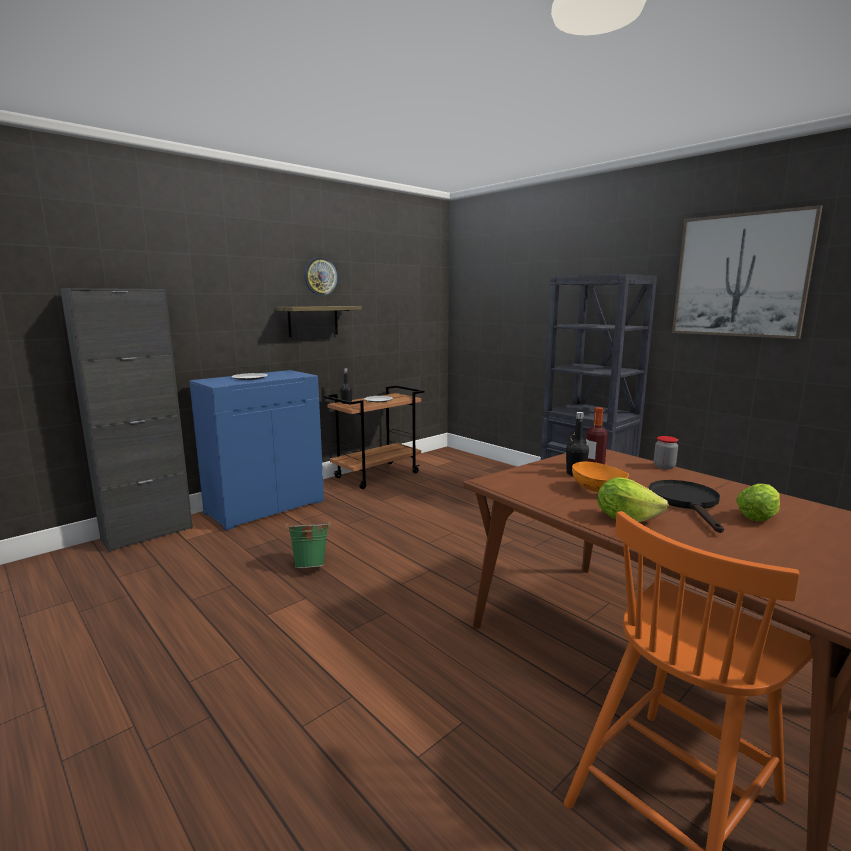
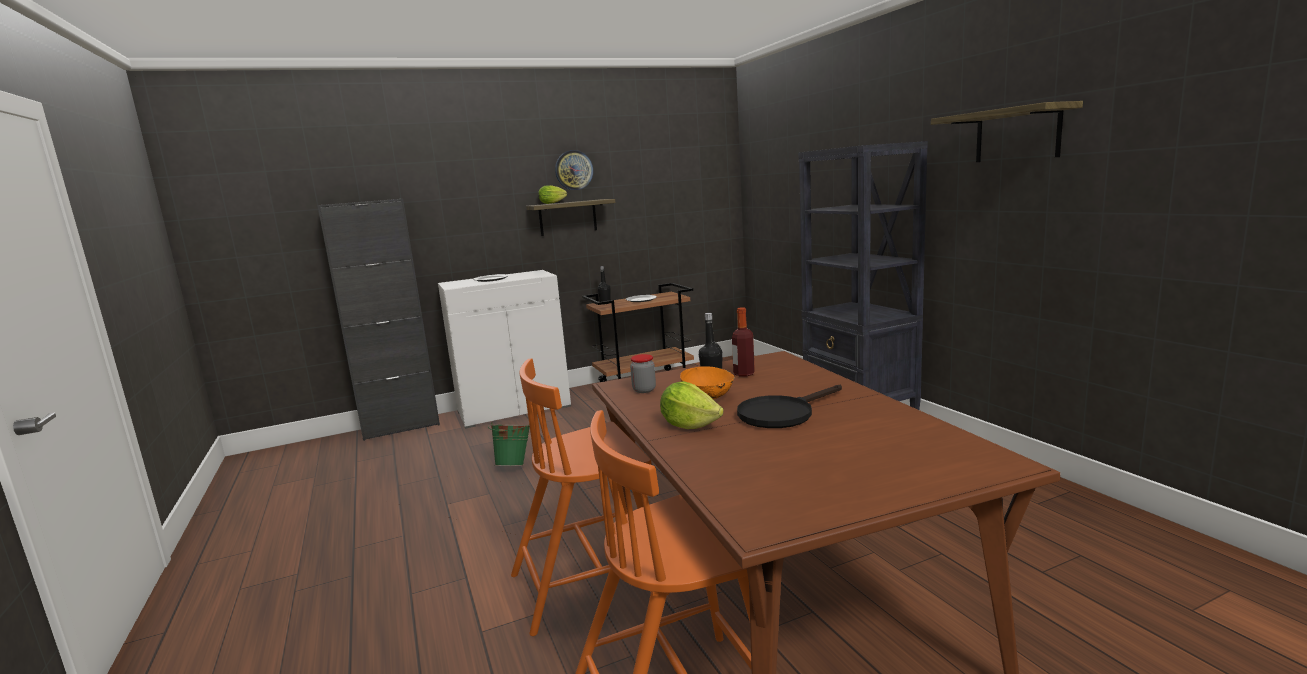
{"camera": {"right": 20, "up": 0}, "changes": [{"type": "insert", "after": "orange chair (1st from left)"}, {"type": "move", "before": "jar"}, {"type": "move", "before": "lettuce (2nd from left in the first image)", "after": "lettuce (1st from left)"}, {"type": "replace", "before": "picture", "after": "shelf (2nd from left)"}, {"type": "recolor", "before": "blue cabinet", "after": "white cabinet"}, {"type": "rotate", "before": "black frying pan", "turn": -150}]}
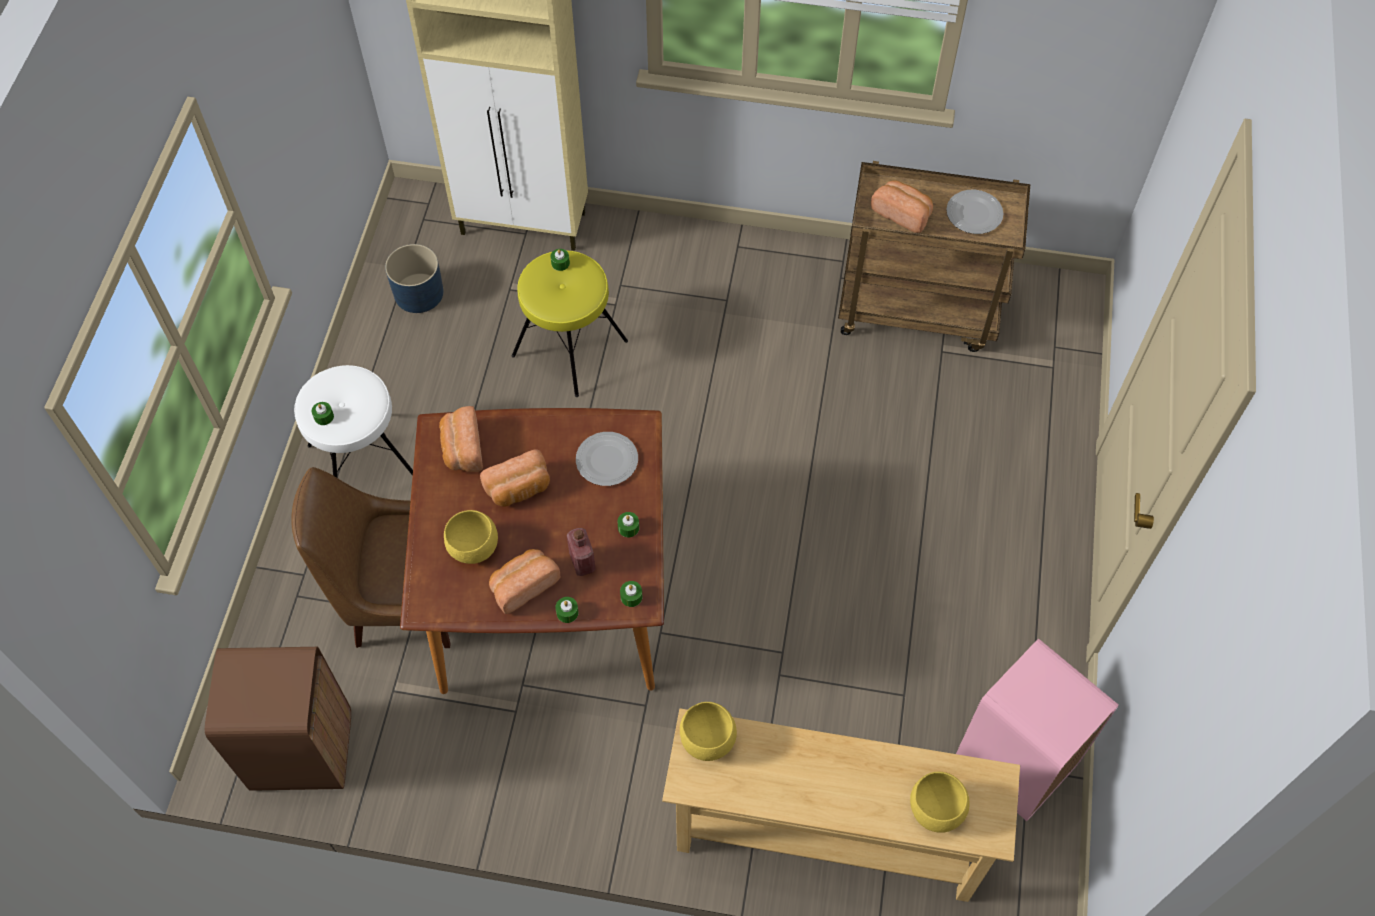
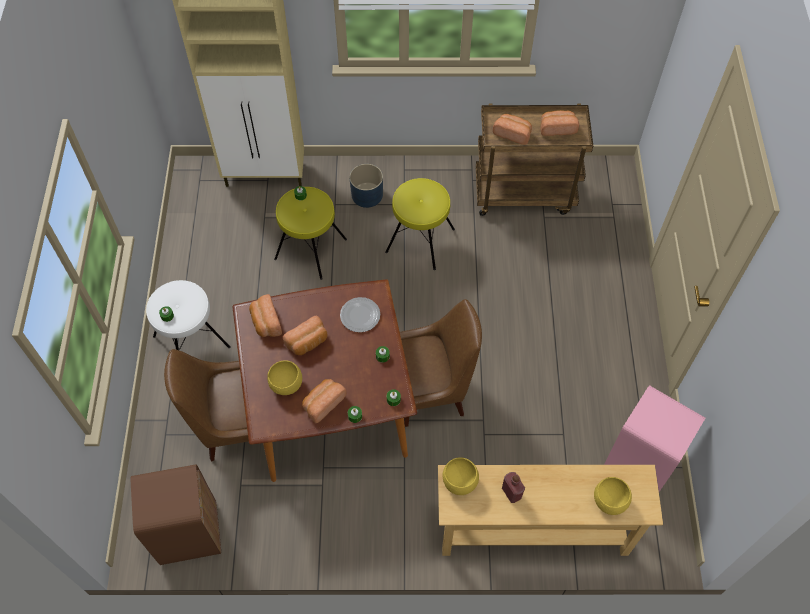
{"camera": {"right": -10, "up": 0}, "changes": [{"type": "insert", "after": "yellow stool (2nd from left)"}, {"type": "insert", "after": "brown chair (2nd from left)"}, {"type": "move", "before": "blue planter"}, {"type": "move", "before": "red bottle"}, {"type": "replace", "before": "plate (2nd from left)", "after": "bread (5th from left)"}]}
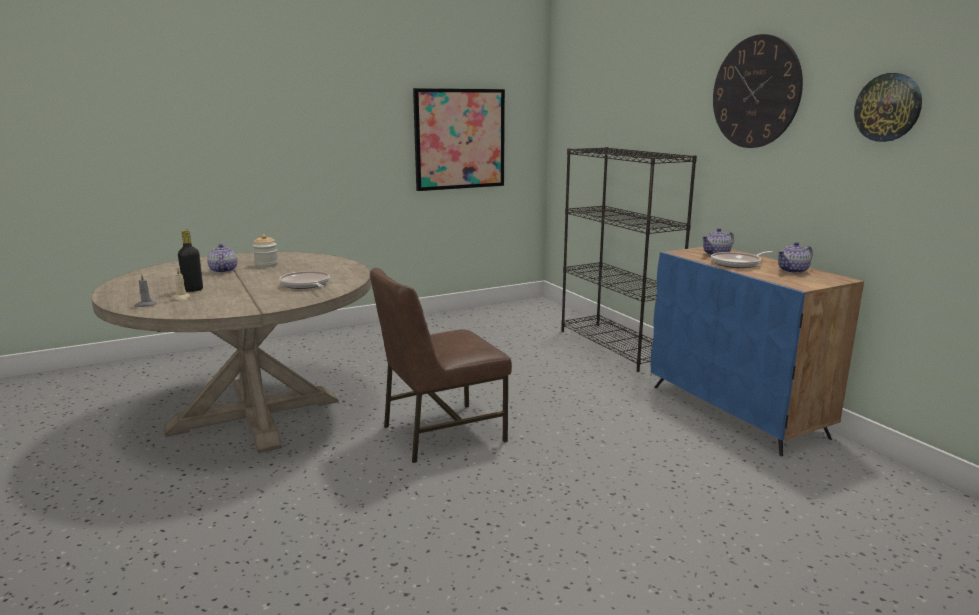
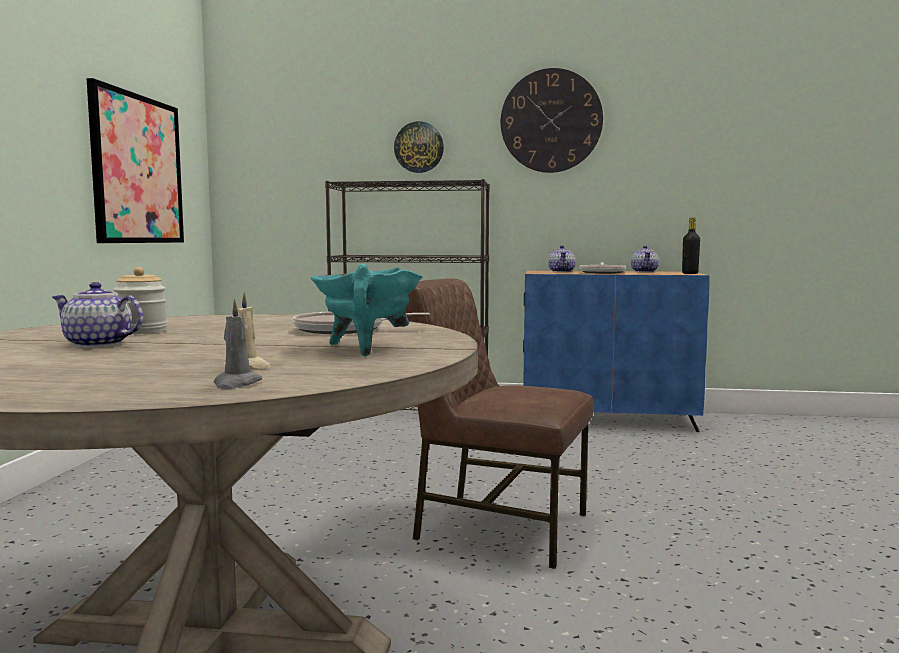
{"camera": {"right": -55, "up": -10}, "changes": [{"type": "insert", "after": "turquoise cooking pot"}, {"type": "move", "before": "black bottle"}, {"type": "move", "before": "wall clock (2nd from left in the first image)", "after": "wall clock (1st from left)"}, {"type": "rotate", "before": "brown chair", "turn": 105}]}
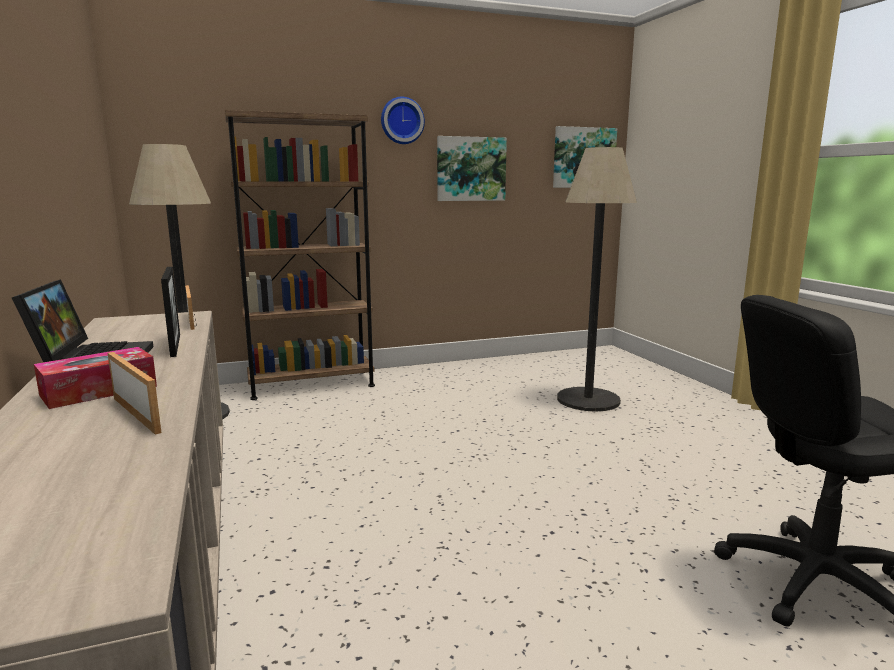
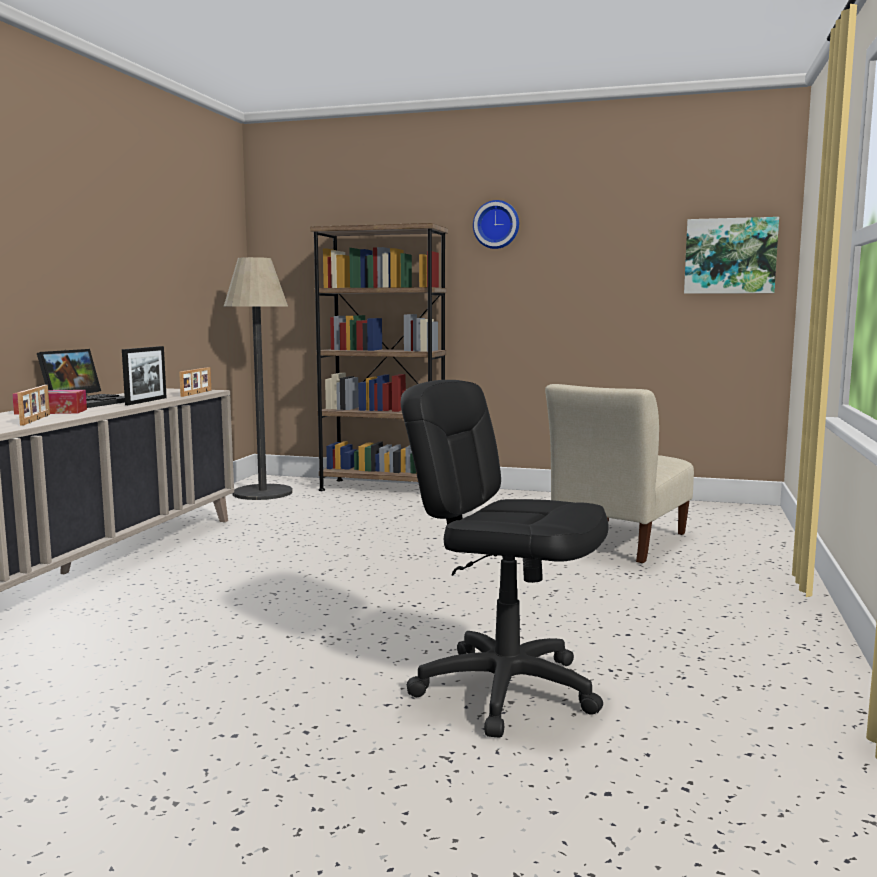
{"camera": {"right": 35, "up": -5}, "changes": [{"type": "delete", "before": "picture (1st from left)"}, {"type": "replace", "before": "floor lamp (2nd from left)", "after": "beige chair"}]}
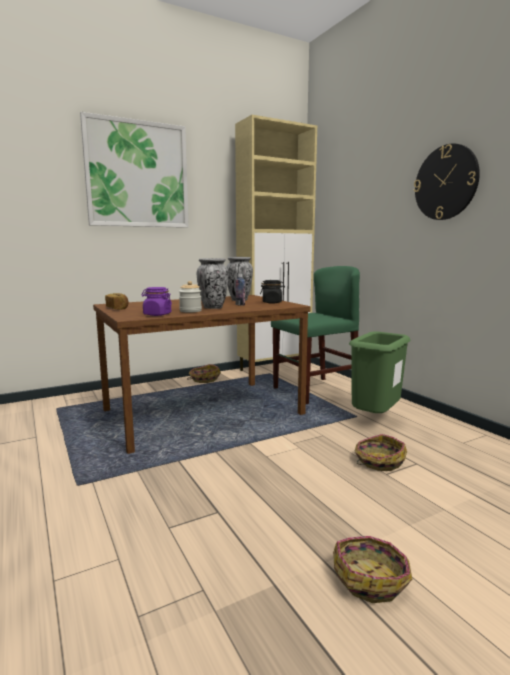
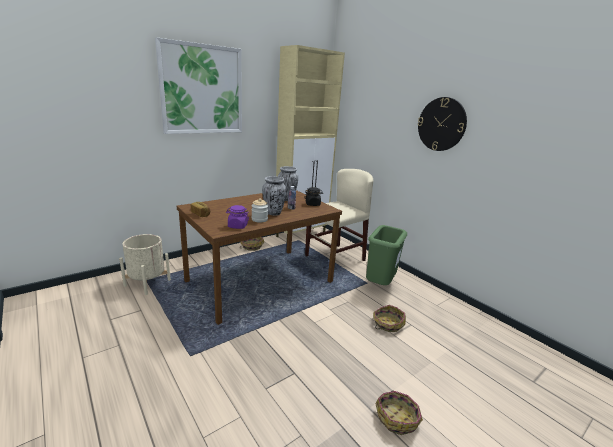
{"camera": {"right": -10, "up": 10}, "changes": [{"type": "insert", "after": "beige planter"}, {"type": "recolor", "before": "green chair", "after": "beige chair"}]}
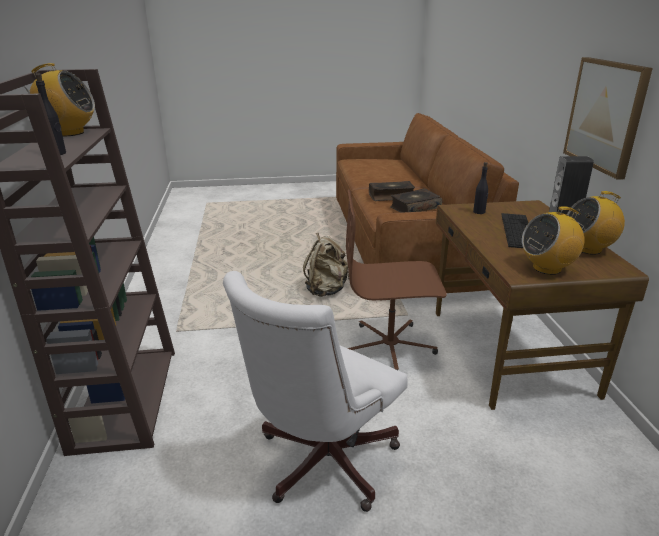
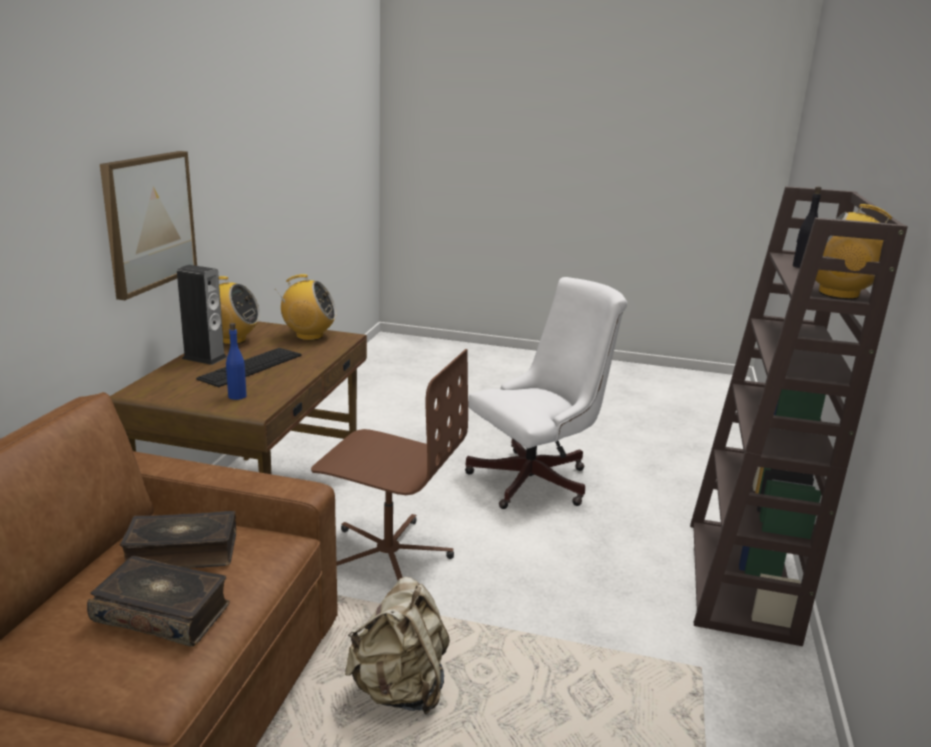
{"camera": {"right": -160, "up": -5}, "changes": [{"type": "recolor", "before": "black bottle (2nd from left)", "after": "blue bottle"}]}
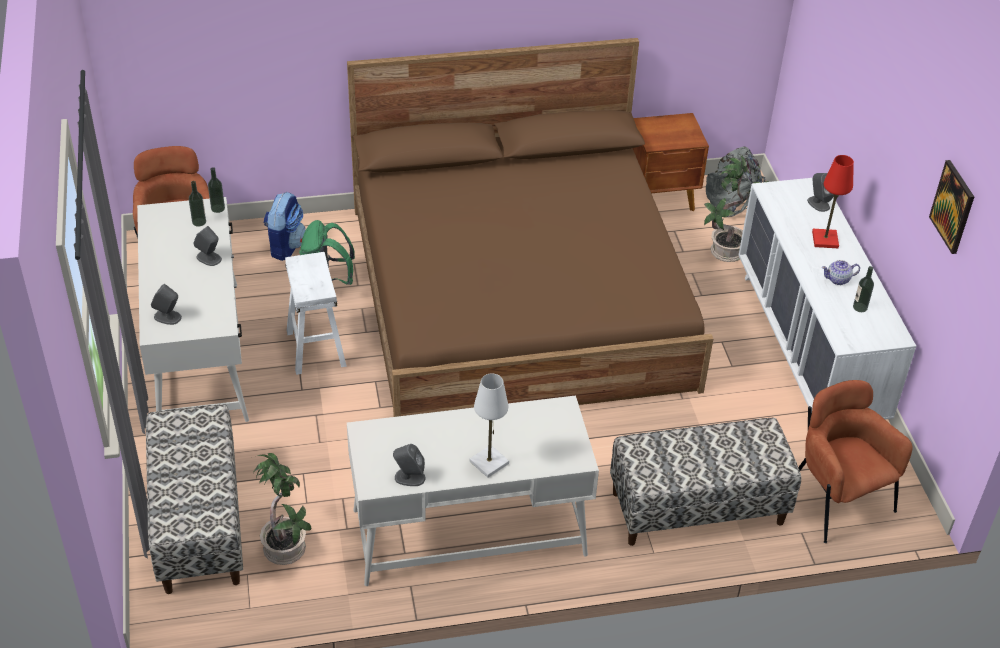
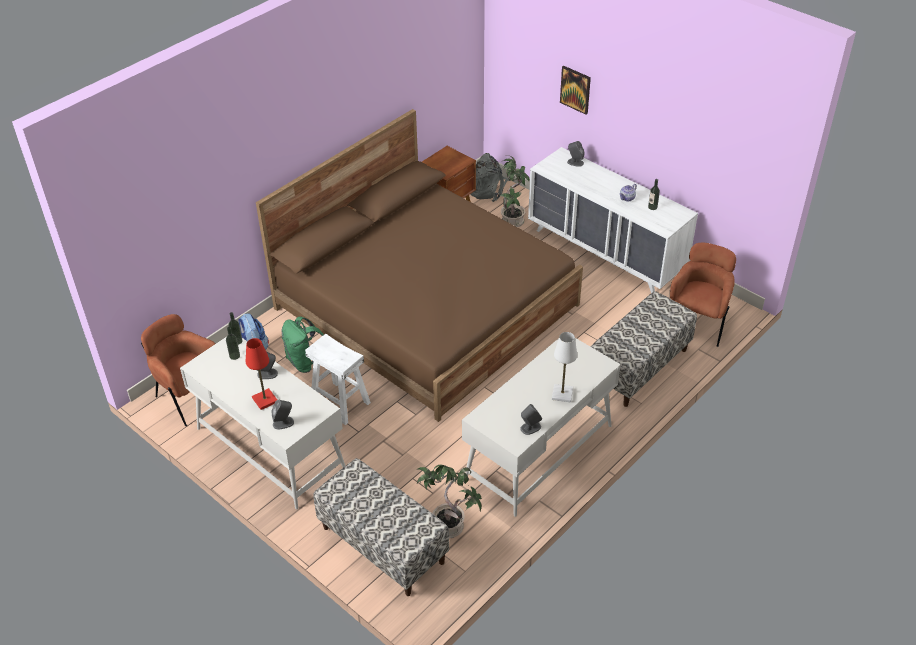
{"camera": {"right": -35, "up": 0}, "changes": [{"type": "move", "before": "red table lamp"}, {"type": "move", "before": "picture"}, {"type": "rotate", "before": "brown armchair (2nd from left)", "turn": 90}]}
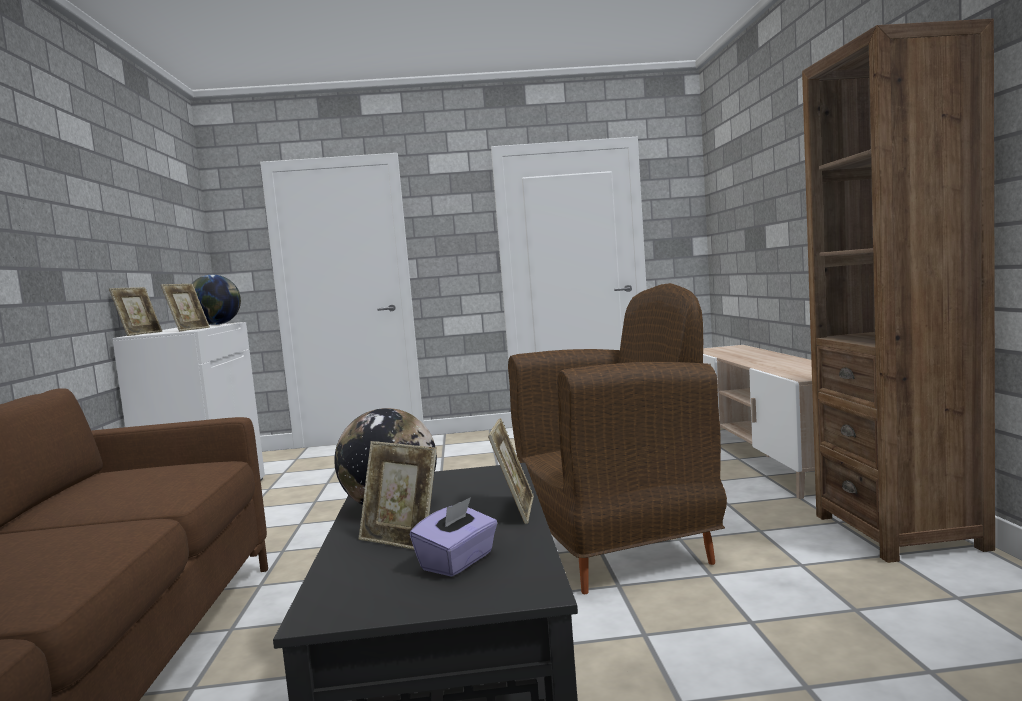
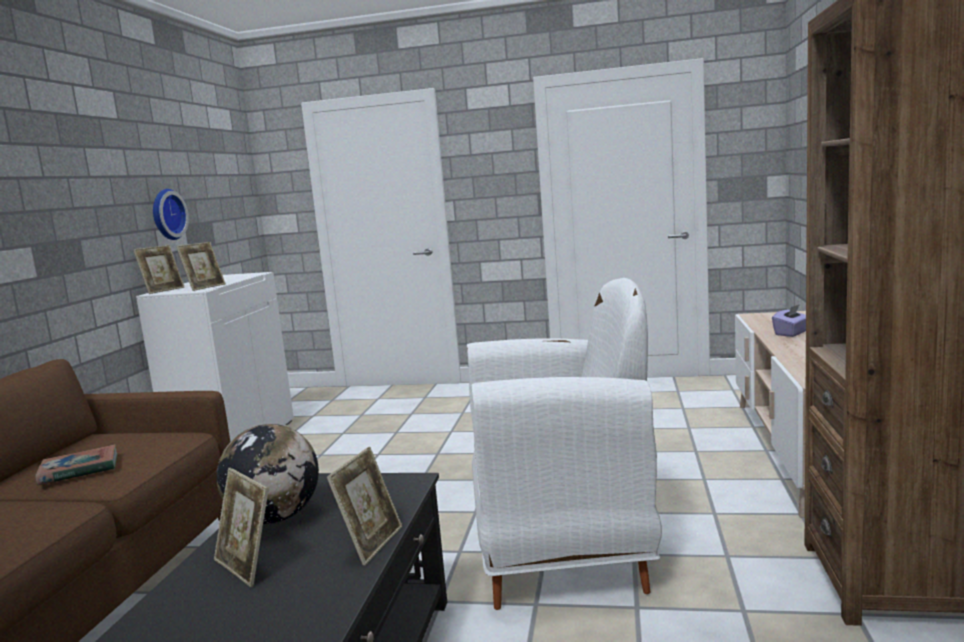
{"camera": {"right": 15, "up": 5}, "changes": [{"type": "delete", "before": "globe (1st from left)"}, {"type": "insert", "after": "book"}, {"type": "insert", "after": "wall clock"}, {"type": "move", "before": "purple tissue box"}, {"type": "recolor", "before": "brown armchair", "after": "white armchair"}]}
